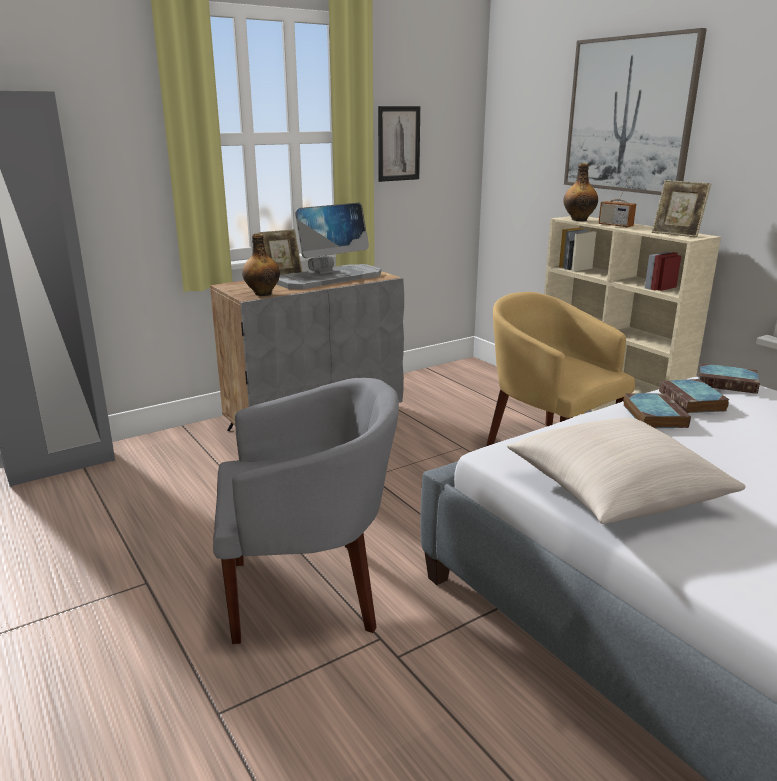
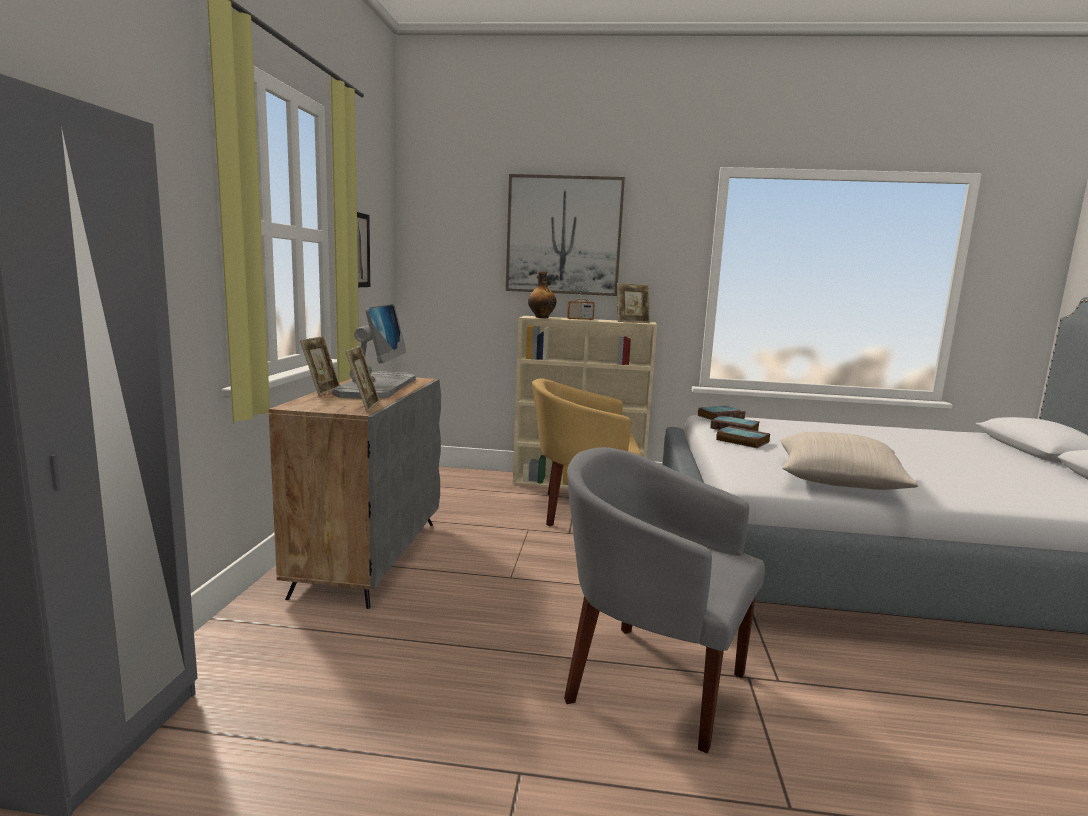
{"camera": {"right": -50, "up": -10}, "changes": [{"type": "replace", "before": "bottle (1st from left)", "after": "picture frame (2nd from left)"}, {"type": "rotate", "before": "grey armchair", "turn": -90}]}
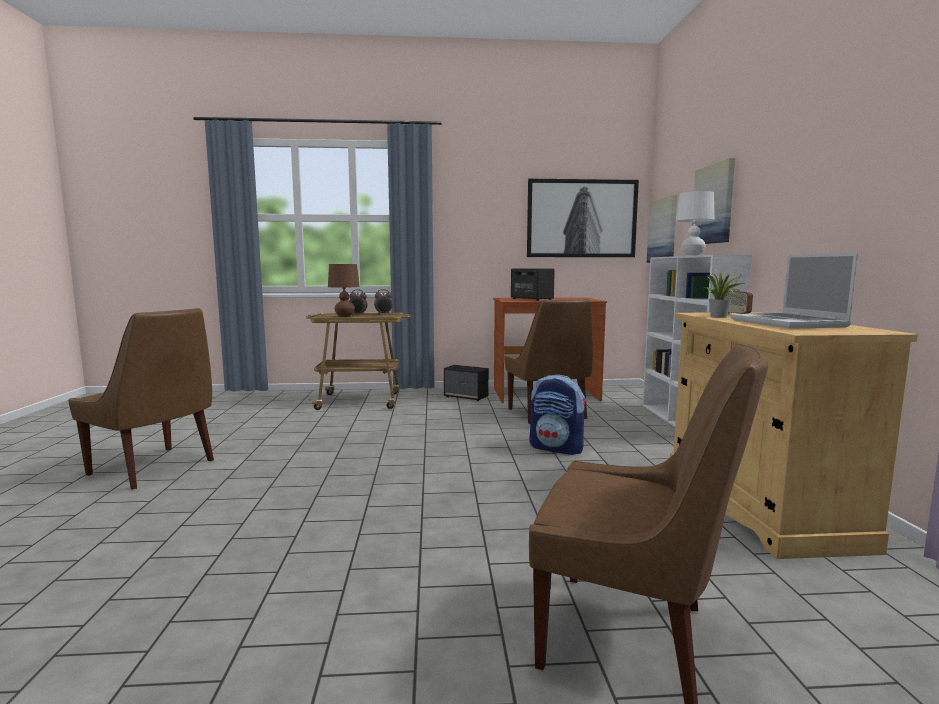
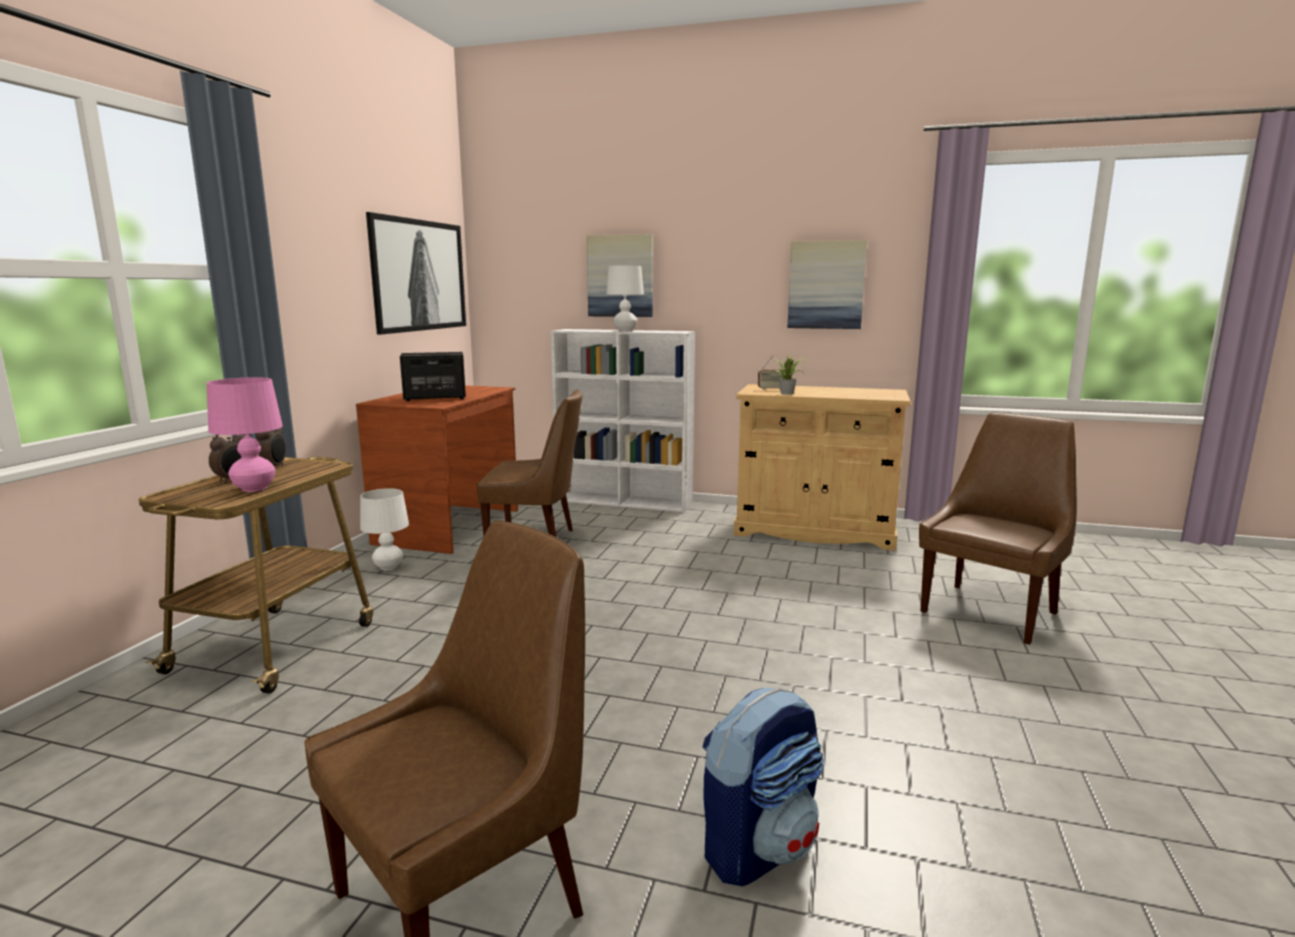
{"camera": {"right": -70, "up": 5}, "changes": [{"type": "delete", "before": "laptop"}, {"type": "move", "before": "backpack"}, {"type": "move", "before": "picture (2nd from left in the first image)", "after": "picture (3rd from left)"}, {"type": "replace", "before": "speaker (1st from left)", "after": "white table lamp (1st from left)"}, {"type": "recolor", "before": "brown table lamp", "after": "pink table lamp"}]}
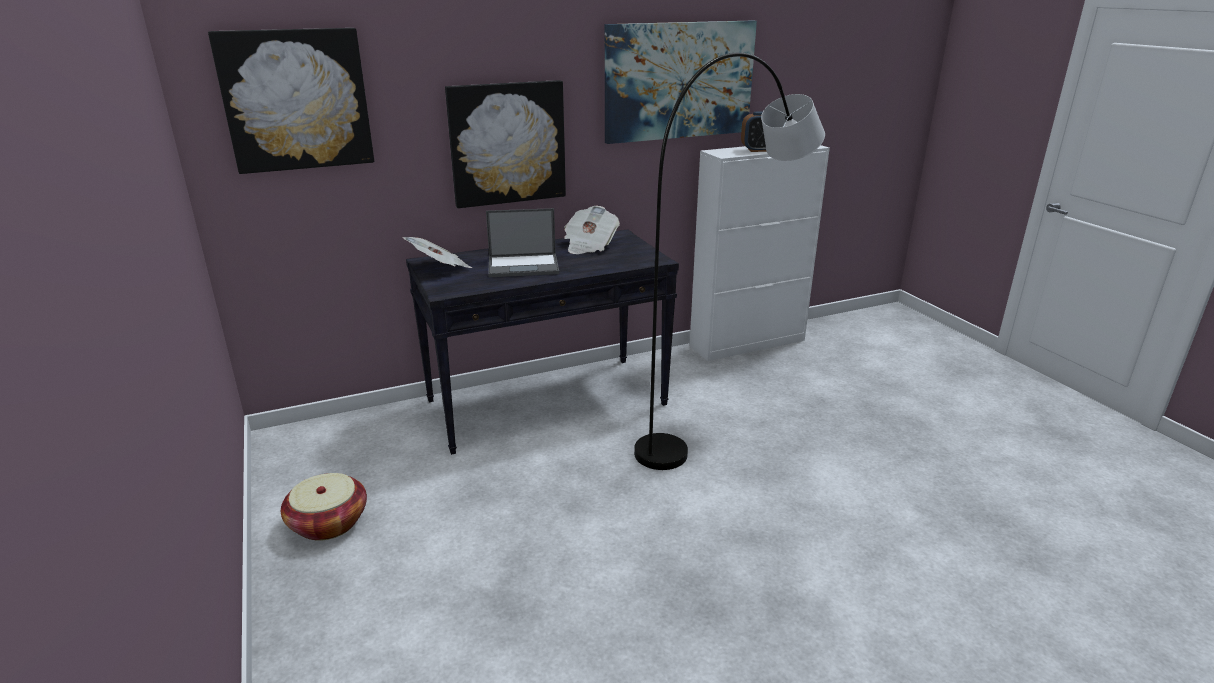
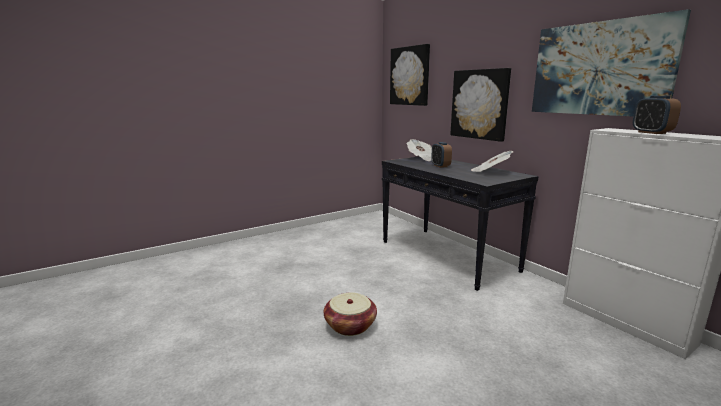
{"camera": {"right": 80, "up": -10}, "changes": [{"type": "delete", "before": "grey floor lamp"}, {"type": "move", "before": "basket"}, {"type": "replace", "before": "laptop", "after": "alarm clock (1st from left)"}]}
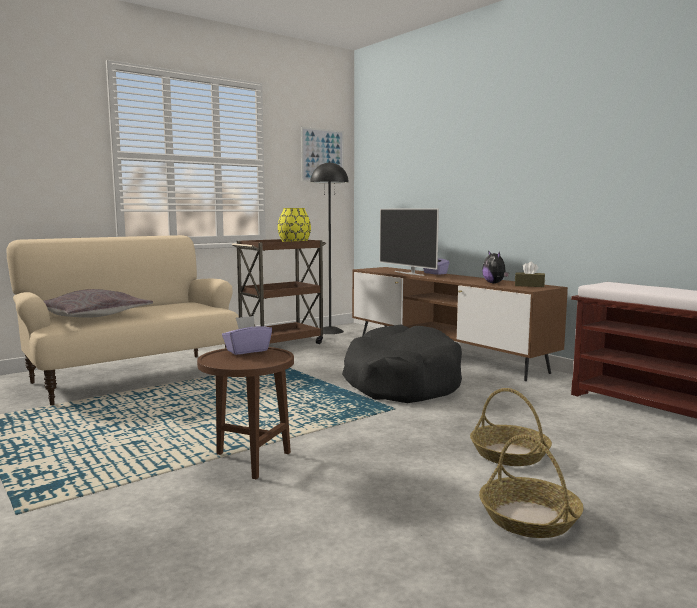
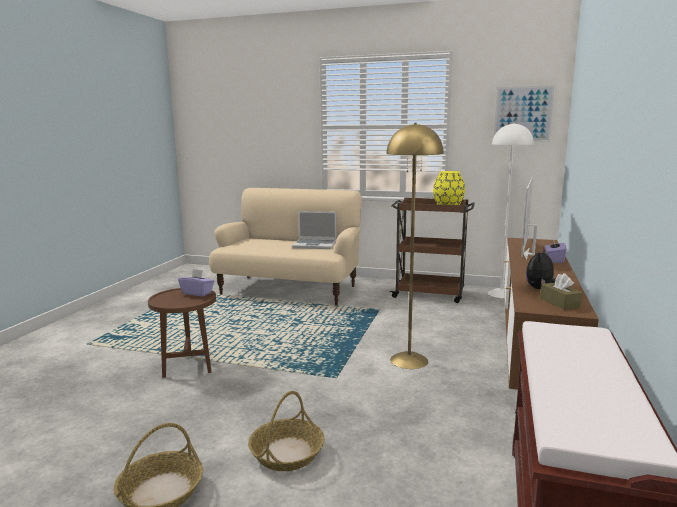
{"camera": {"right": 55, "up": 5}, "changes": [{"type": "delete", "before": "grey pillow"}, {"type": "insert", "after": "laptop"}, {"type": "replace", "before": "black dog bed", "after": "yellow floor lamp"}, {"type": "recolor", "before": "black floor lamp", "after": "white floor lamp"}]}
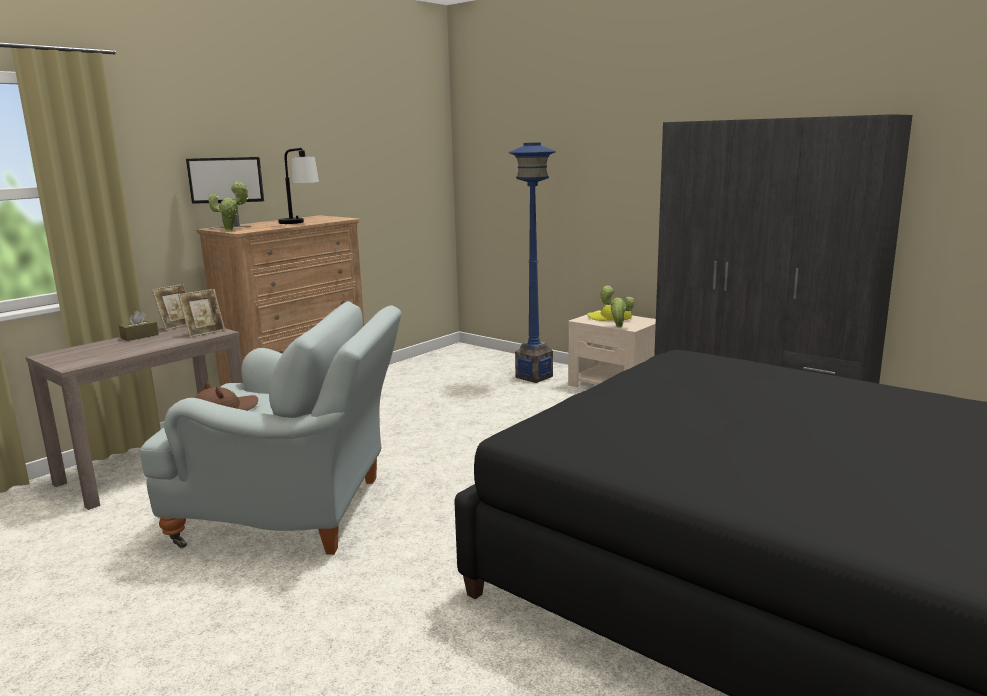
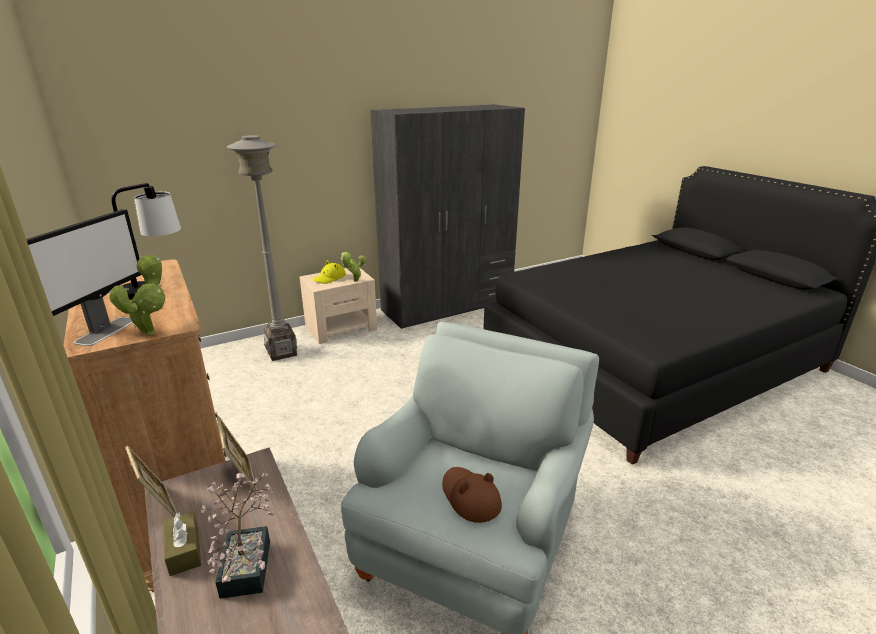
{"camera": {"right": -70, "up": 10}, "changes": [{"type": "insert", "after": "potted plant (2nd from left)"}, {"type": "recolor", "before": "blue floor lamp", "after": "grey floor lamp"}]}
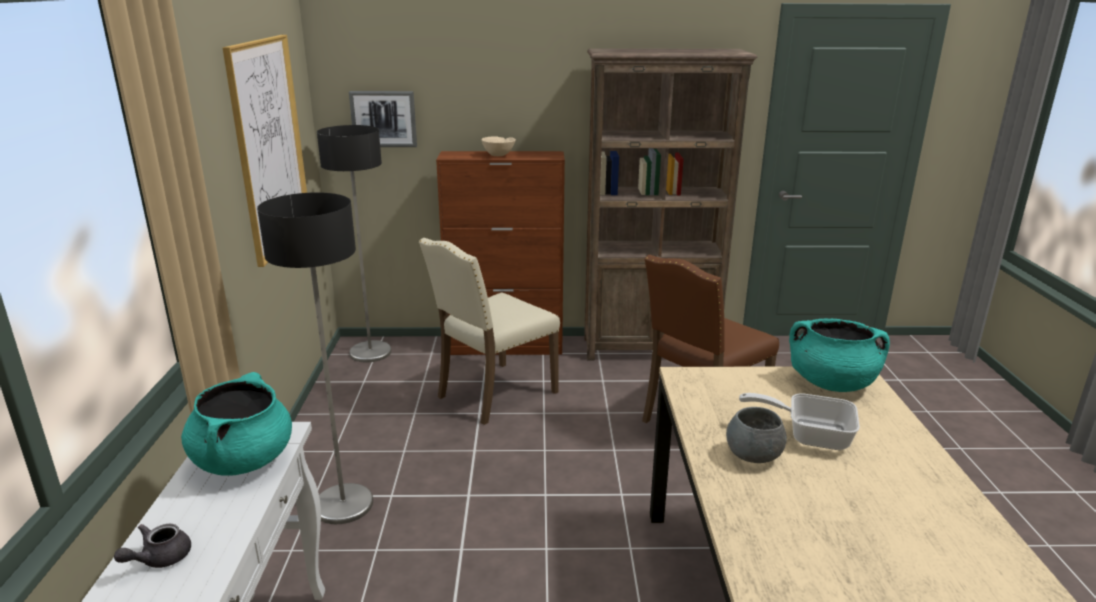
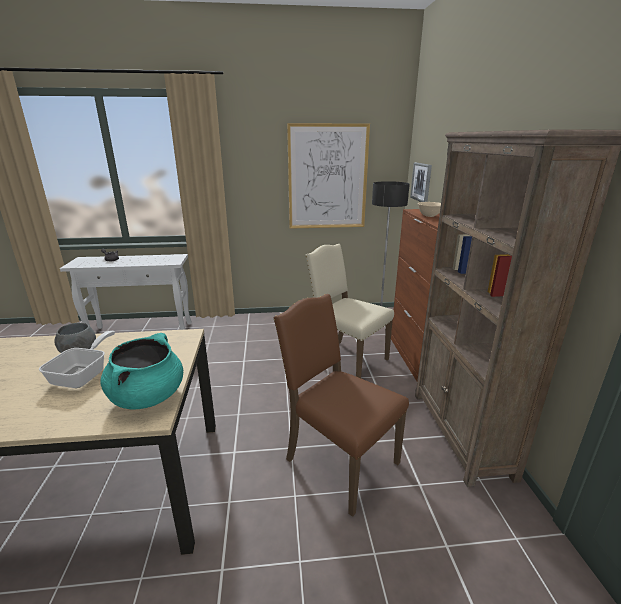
{"camera": {"right": 85, "up": 0}, "changes": [{"type": "delete", "before": "turquoise cooking pot (1st from left)"}, {"type": "delete", "before": "floor lamp (1st from left)"}]}
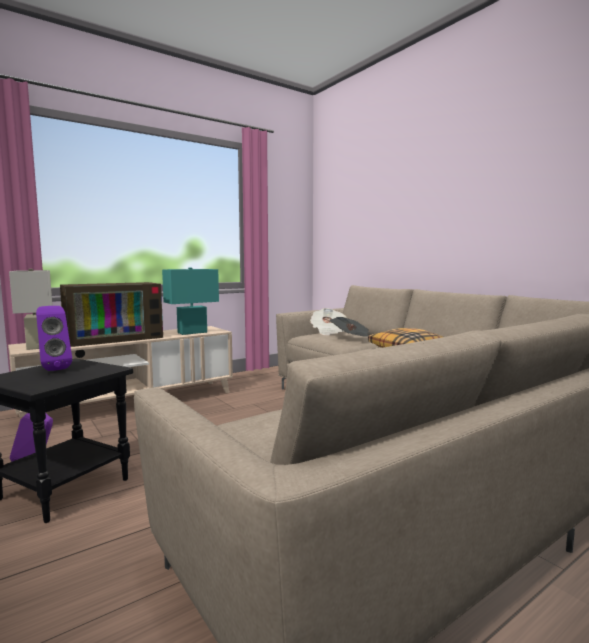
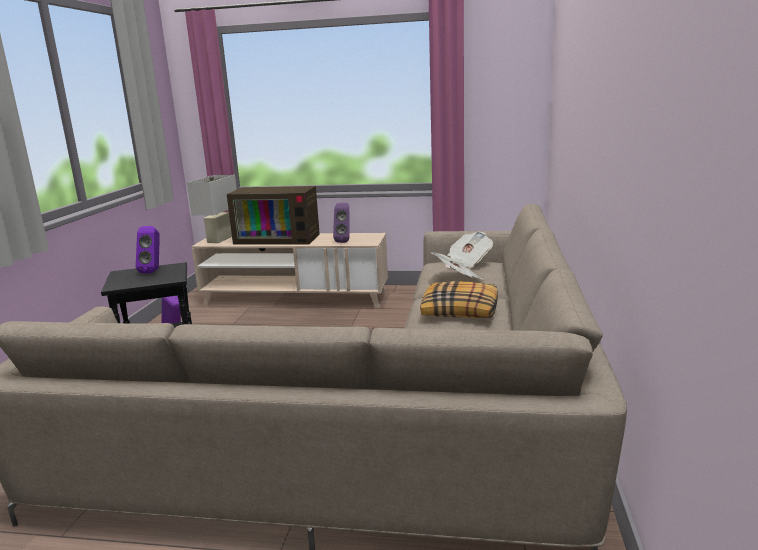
{"camera": {"right": 45, "up": 10}, "changes": [{"type": "replace", "before": "turquoise table lamp", "after": "purple speaker (3rd from left)"}]}
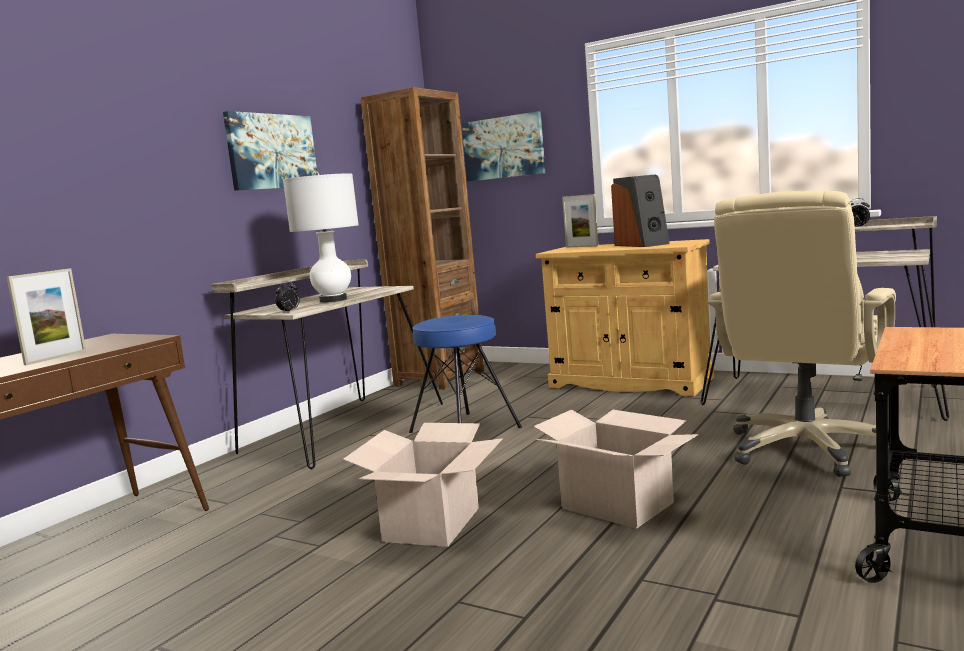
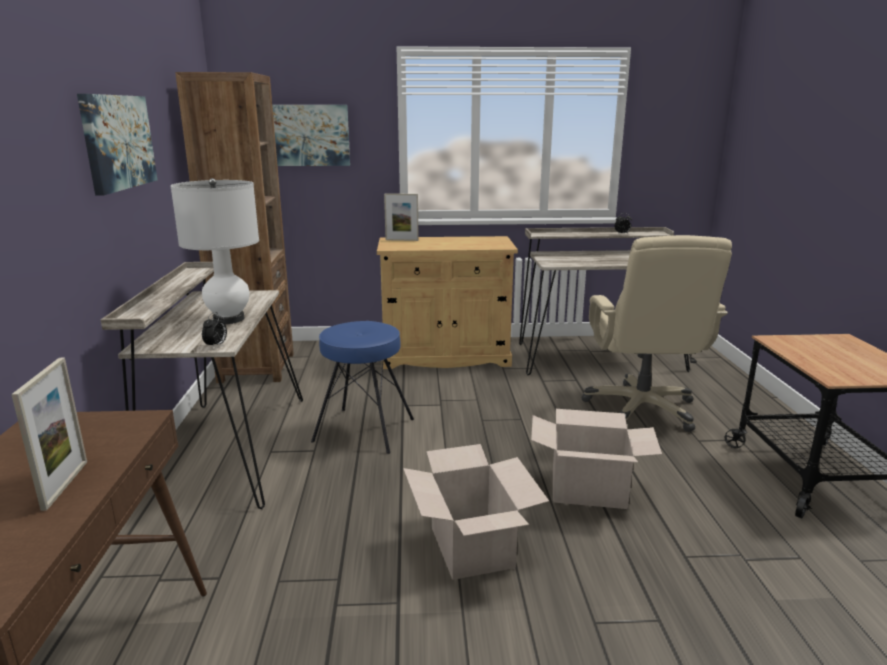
{"camera": {"right": -35, "up": 10}, "changes": [{"type": "delete", "before": "speaker"}]}
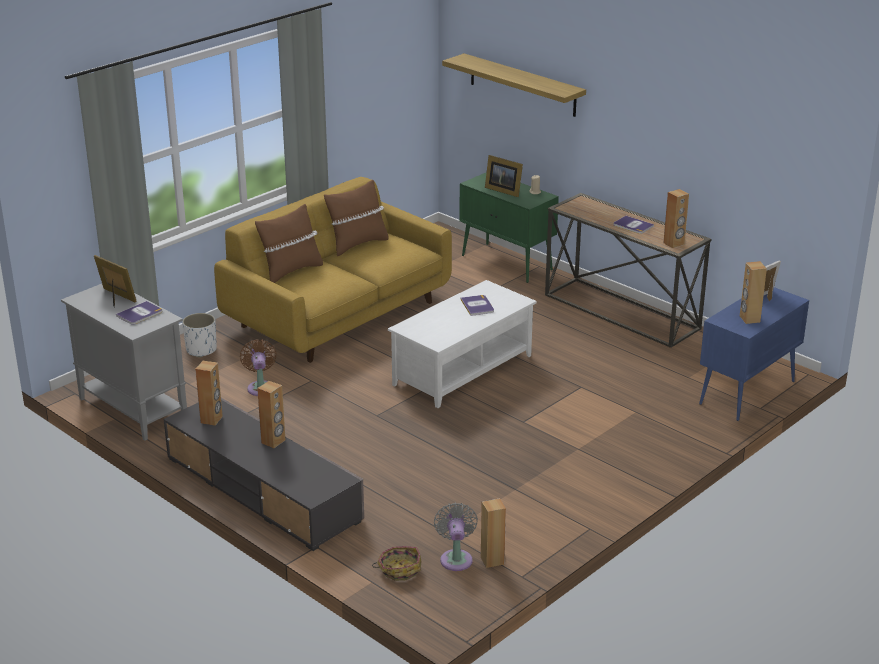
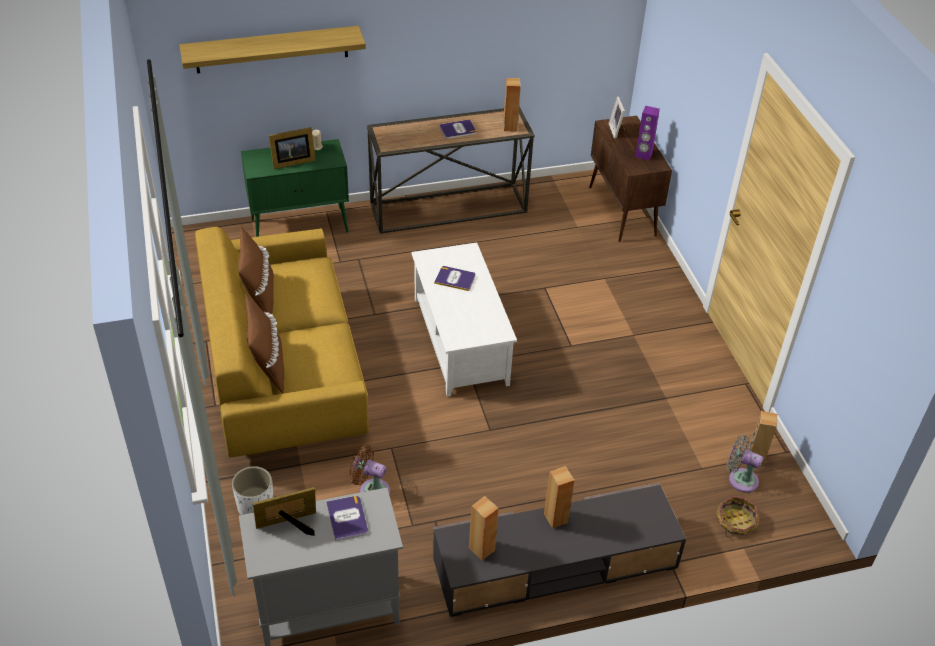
{"camera": {"right": -60, "up": 15}, "changes": [{"type": "recolor", "before": "blue cabinet", "after": "brown cabinet"}, {"type": "recolor", "before": "brown speaker (5th from left)", "after": "purple speaker"}]}
